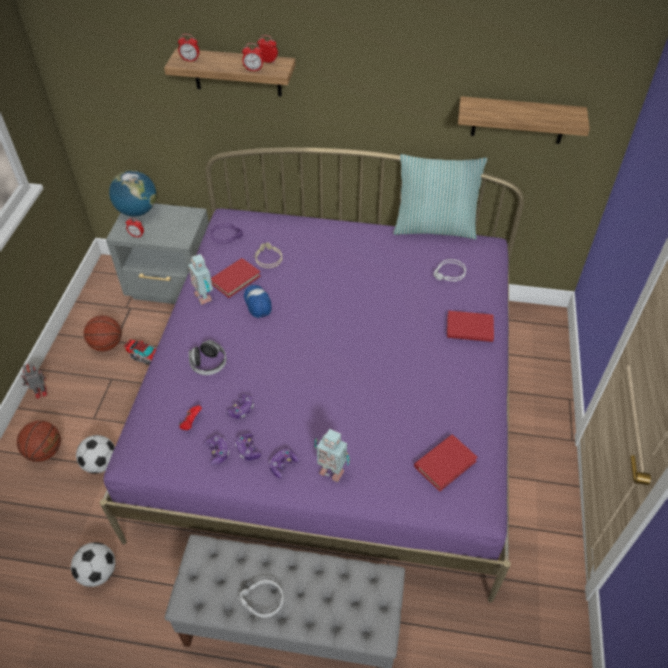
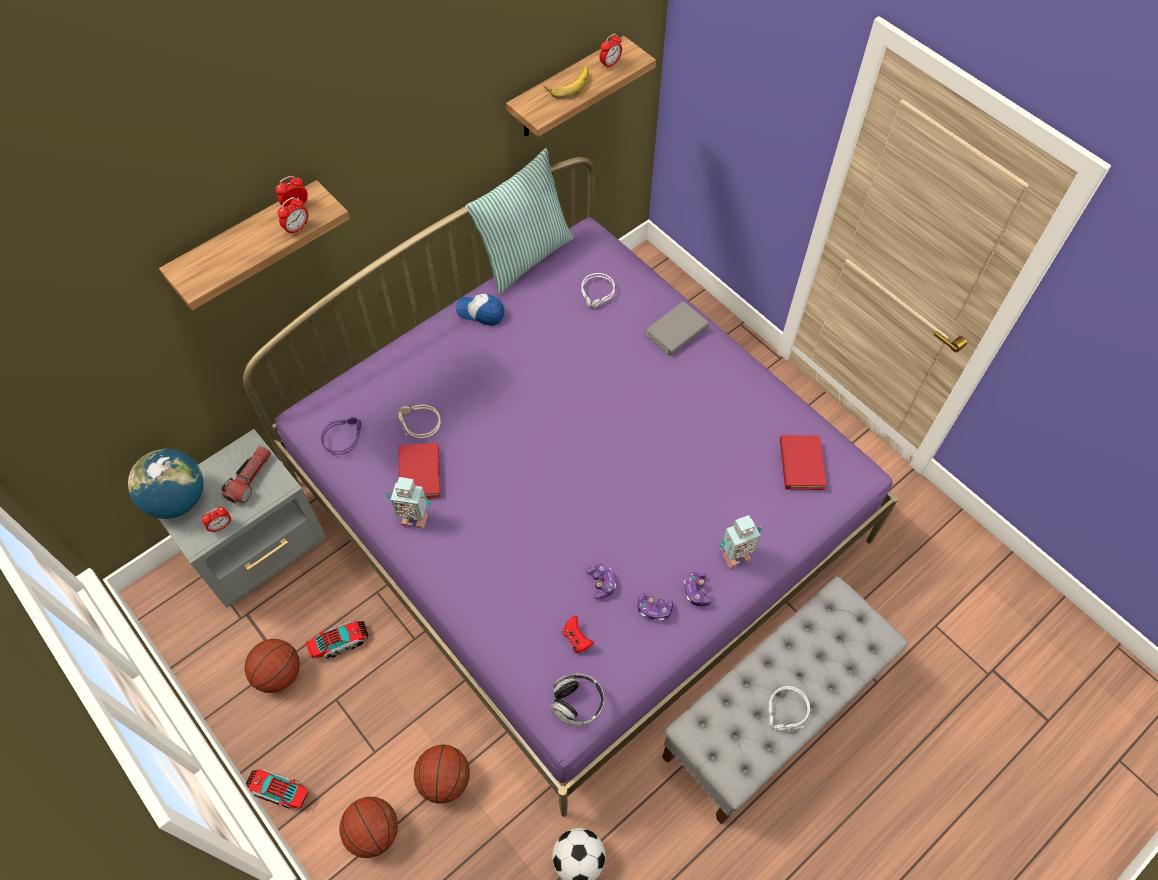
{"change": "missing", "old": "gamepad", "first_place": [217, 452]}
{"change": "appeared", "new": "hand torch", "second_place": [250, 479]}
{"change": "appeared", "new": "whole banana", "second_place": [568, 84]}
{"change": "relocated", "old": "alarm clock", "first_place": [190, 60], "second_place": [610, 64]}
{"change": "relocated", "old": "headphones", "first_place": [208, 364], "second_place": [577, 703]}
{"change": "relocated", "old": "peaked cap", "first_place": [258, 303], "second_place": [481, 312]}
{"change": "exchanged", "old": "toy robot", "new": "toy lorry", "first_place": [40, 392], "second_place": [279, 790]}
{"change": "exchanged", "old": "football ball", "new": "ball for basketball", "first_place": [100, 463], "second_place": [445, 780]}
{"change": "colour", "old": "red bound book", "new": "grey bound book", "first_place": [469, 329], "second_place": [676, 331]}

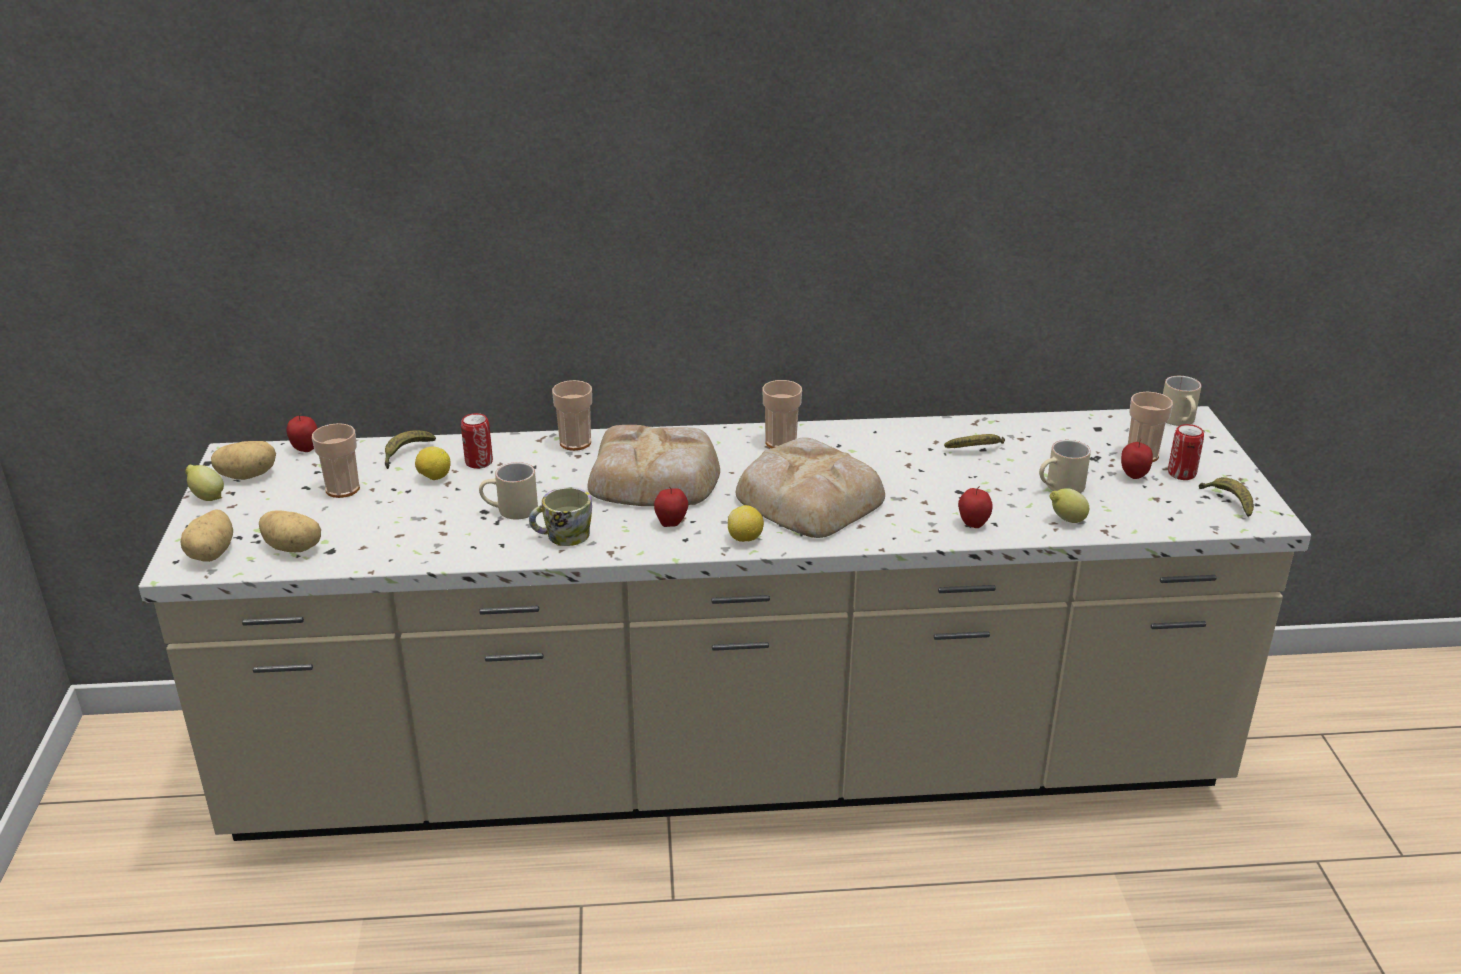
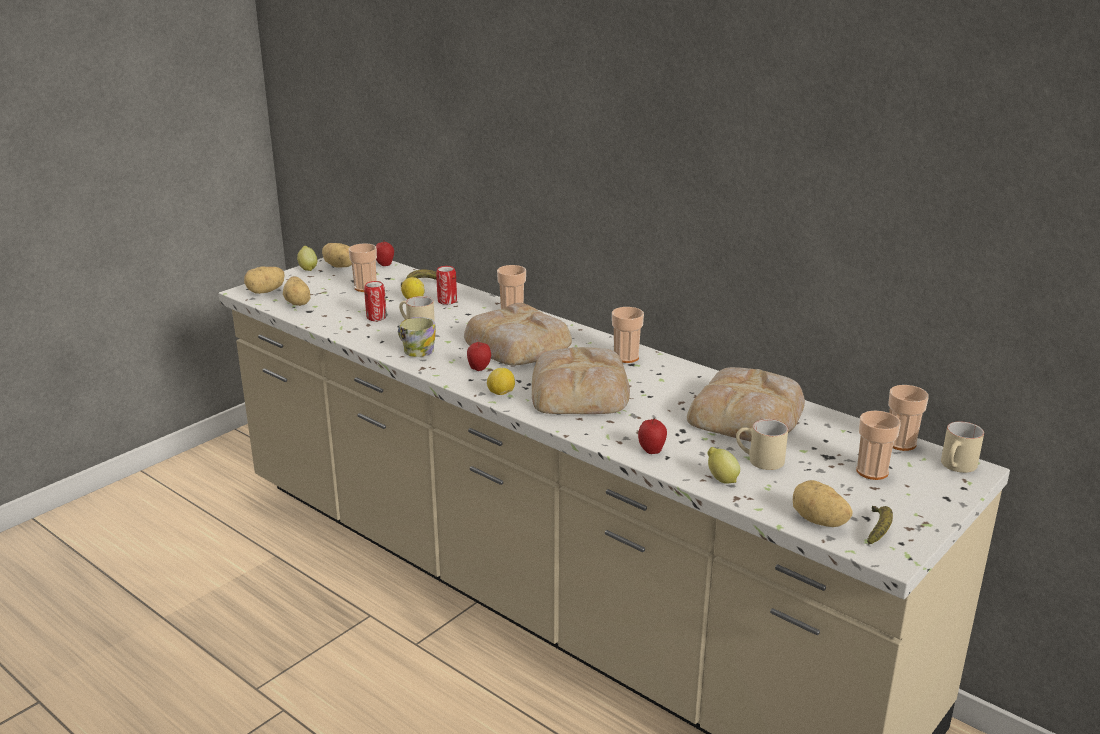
{"change": "missing", "old": "whole apple", "first_place": [1133, 476]}
{"change": "appeared", "new": "spud", "second_place": [819, 521]}
{"change": "appeared", "new": "cup", "second_place": [900, 443]}
{"change": "relocated", "old": "sealed can", "first_place": [1181, 474], "second_place": [376, 317]}
{"change": "exchanged", "old": "whole banana", "new": "bakery bread", "first_place": [977, 450], "second_place": [747, 414]}

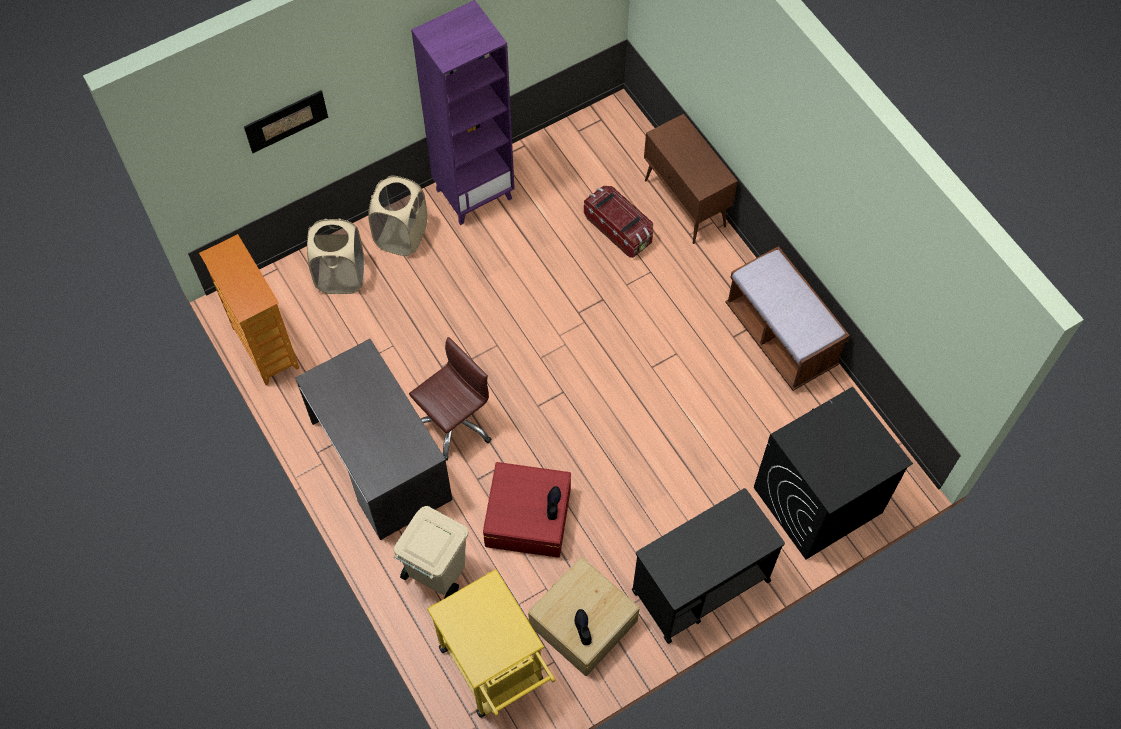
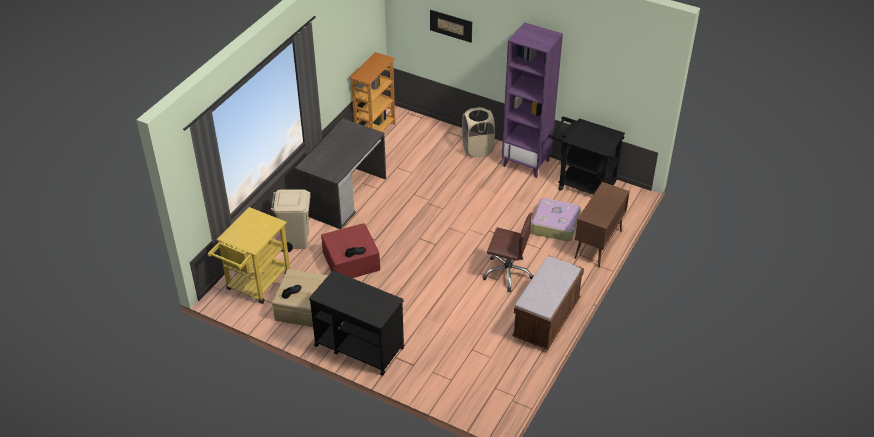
{"change": "missing", "old": "beige washing basket", "first_place": [341, 276]}
{"change": "missing", "old": "blackish laundry appliance", "first_place": [817, 501]}
{"change": "appeared", "new": "blackish cart", "second_place": [581, 184]}
{"change": "relocated", "old": "brown-coloured desk chair", "first_place": [454, 422], "second_place": [508, 273]}
{"change": "exchanged", "old": "storage bin", "new": "travel case", "first_place": [618, 229], "second_place": [555, 225]}

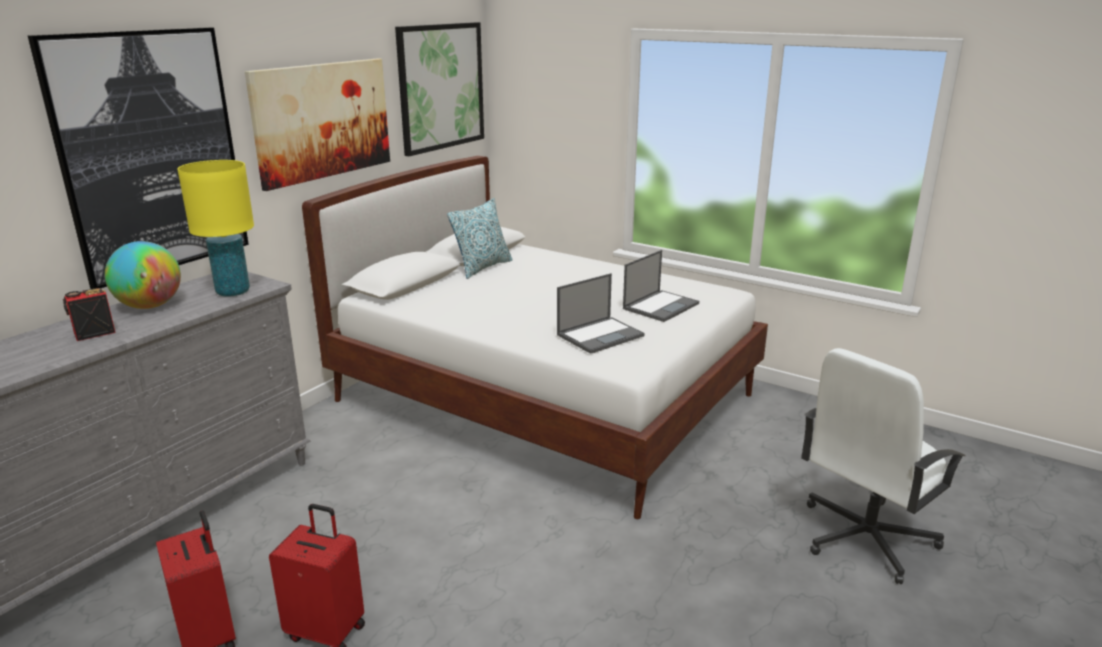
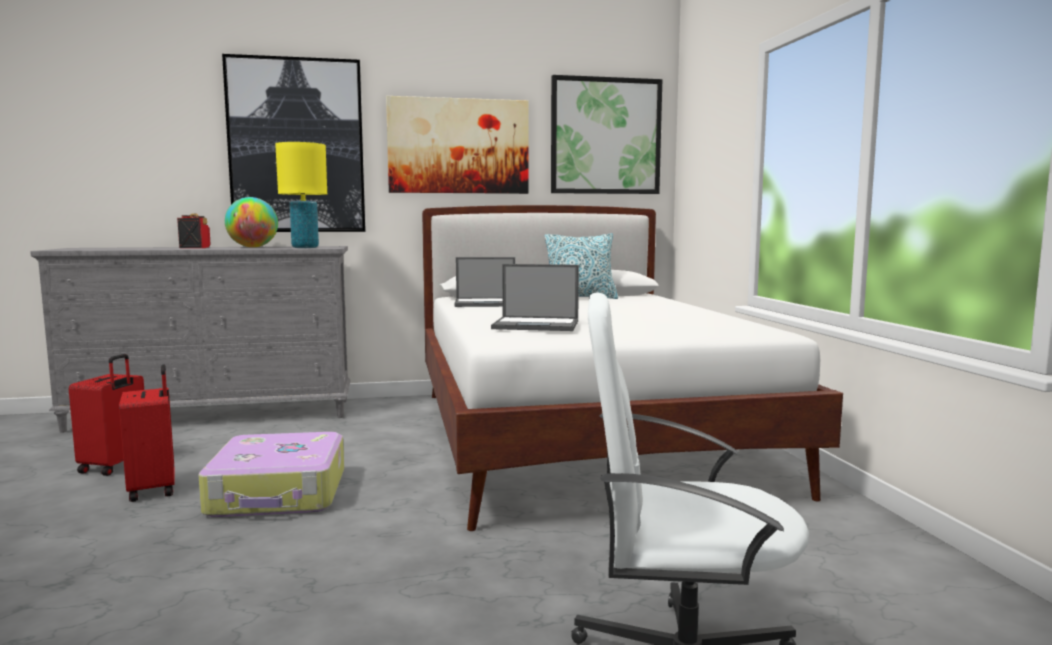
{"change": "appeared", "new": "travel case", "second_place": [279, 493]}
{"change": "relocated", "old": "portable computer", "first_place": [661, 306], "second_place": [486, 303]}

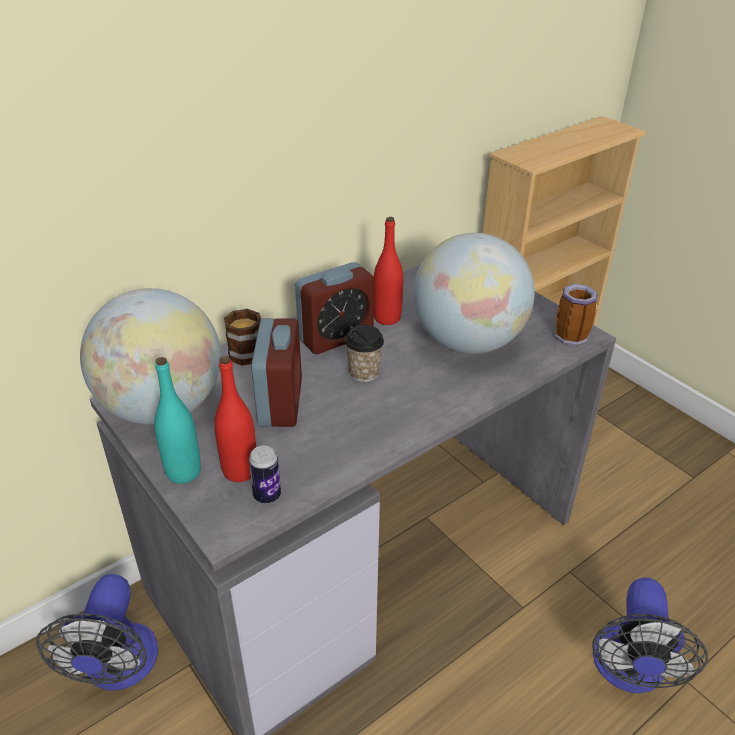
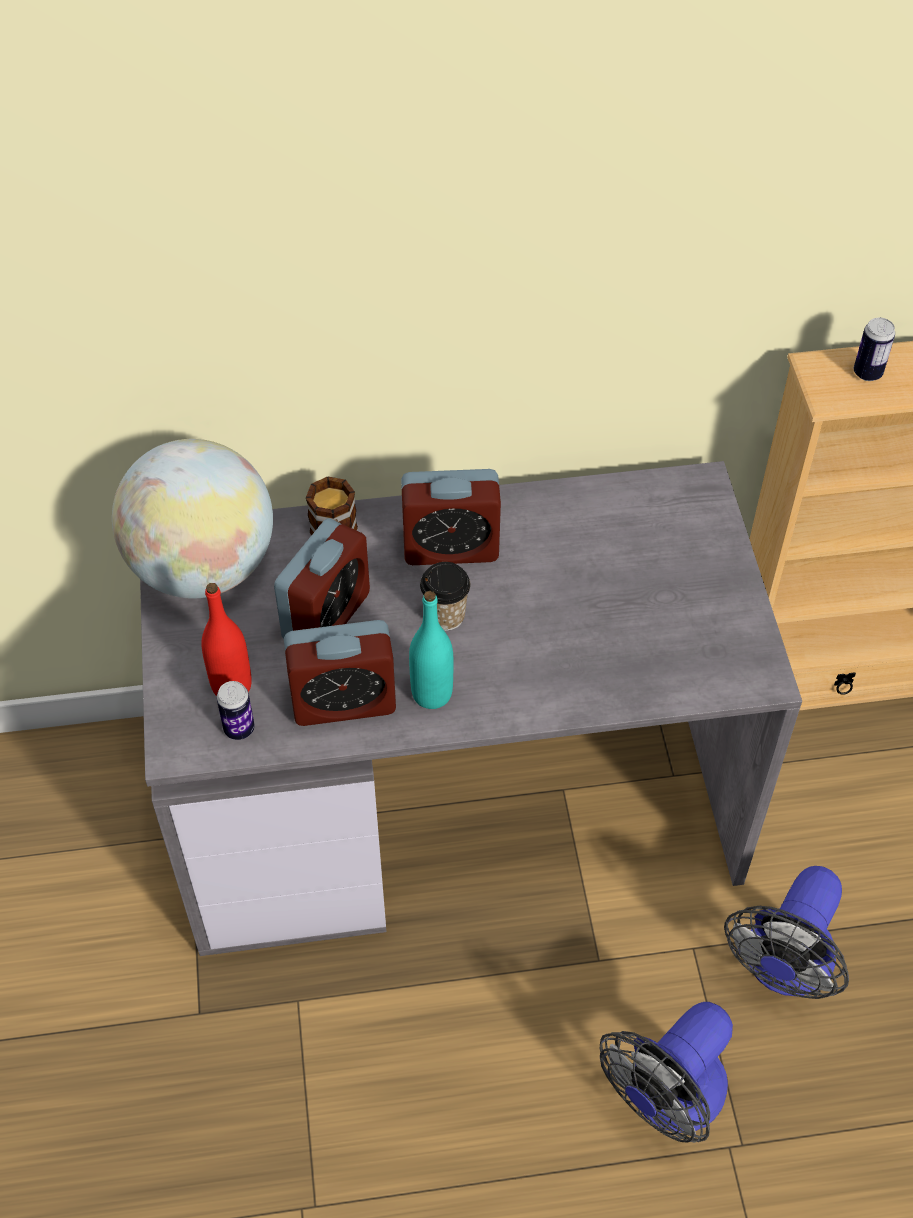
{"change": "missing", "old": "red beverage bottle", "first_place": [387, 318]}
{"change": "missing", "old": "world globe", "first_place": [468, 342]}
{"change": "missing", "old": "coffee mug", "first_place": [571, 334]}
{"change": "appeared", "new": "alarm clock", "second_place": [343, 702]}
{"change": "appeared", "new": "sealed can", "second_place": [867, 373]}
{"change": "relocated", "old": "electric fan", "first_place": [118, 669], "second_place": [783, 968]}
{"change": "relocated", "old": "blue-green beverage bottle", "first_place": [183, 472], "second_place": [432, 694]}

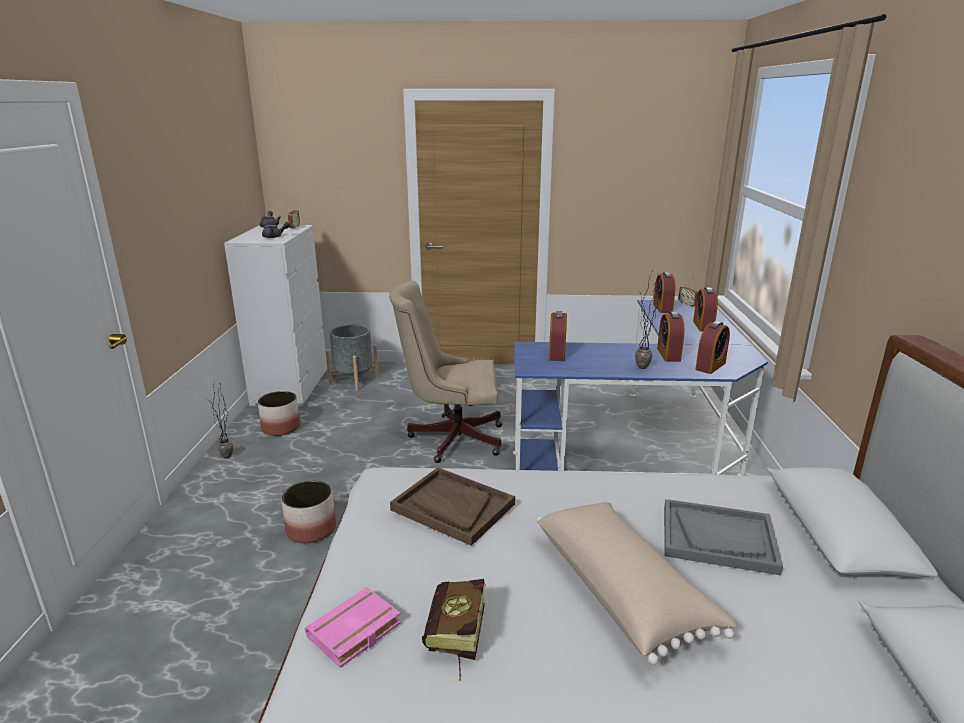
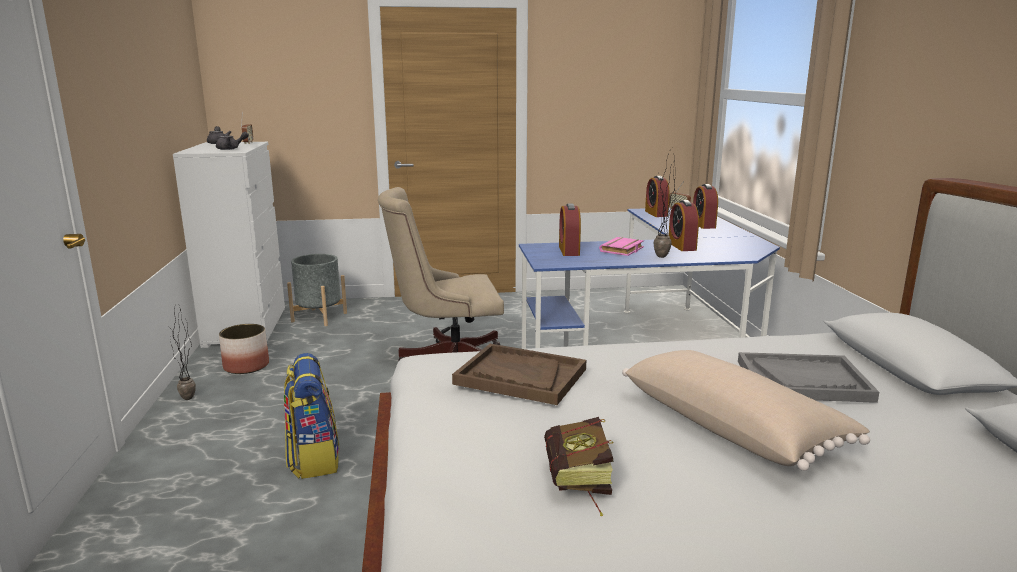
{"change": "missing", "old": "alarm clock", "first_place": [710, 366]}
{"change": "relocated", "old": "pink bound book", "first_place": [354, 633], "second_place": [622, 250]}
{"change": "exchanged", "old": "flower pot", "new": "knapsack", "first_place": [311, 529], "second_place": [313, 459]}

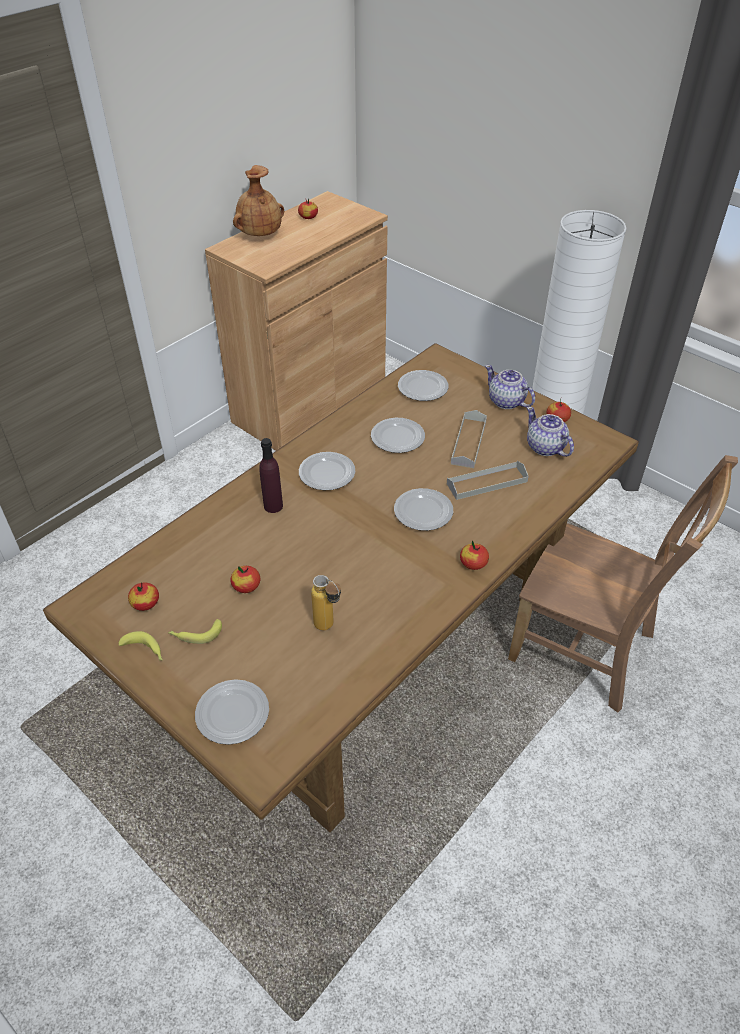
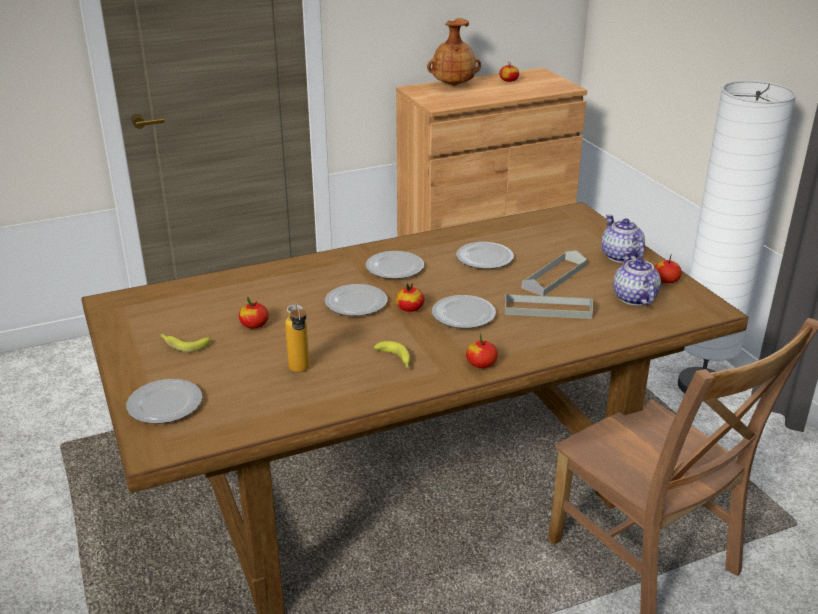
{"change": "missing", "old": "purple-coloured beverage bottle", "first_place": [273, 506]}
{"change": "relocated", "old": "whole banana", "first_place": [145, 651], "second_place": [395, 360]}
{"change": "relocated", "old": "whole apple", "first_place": [145, 603], "second_place": [410, 308]}
{"change": "relocated", "old": "flat dish", "first_place": [423, 388], "second_place": [355, 304]}

